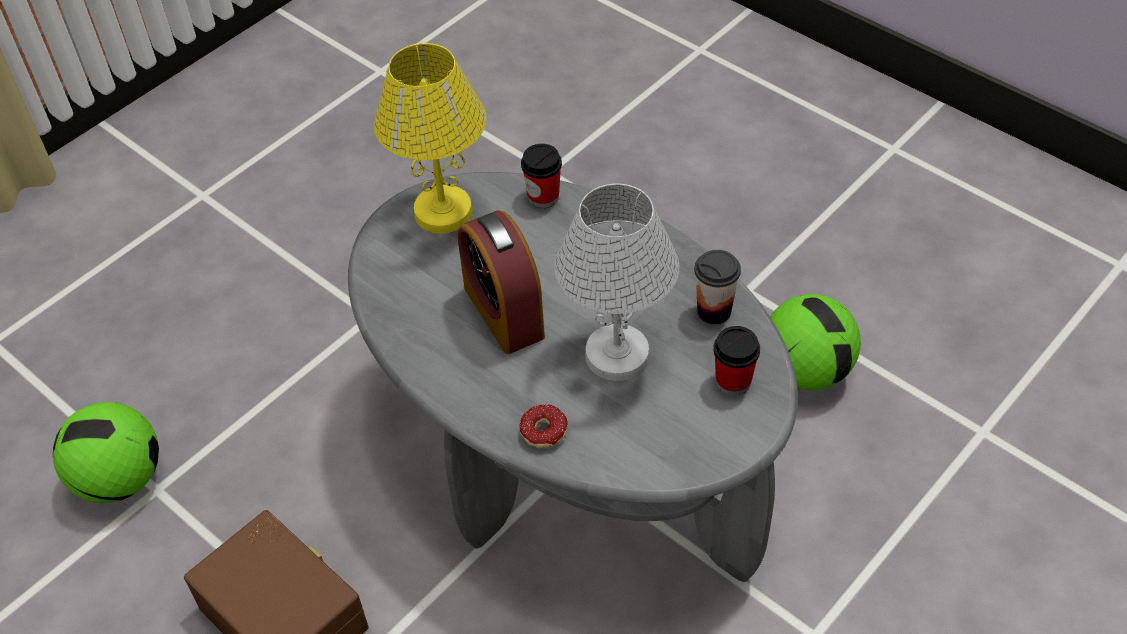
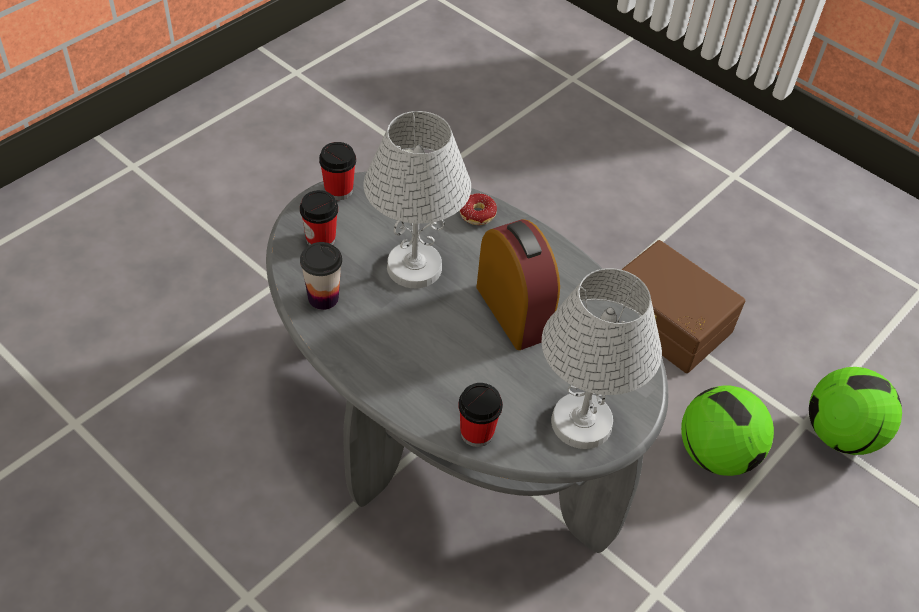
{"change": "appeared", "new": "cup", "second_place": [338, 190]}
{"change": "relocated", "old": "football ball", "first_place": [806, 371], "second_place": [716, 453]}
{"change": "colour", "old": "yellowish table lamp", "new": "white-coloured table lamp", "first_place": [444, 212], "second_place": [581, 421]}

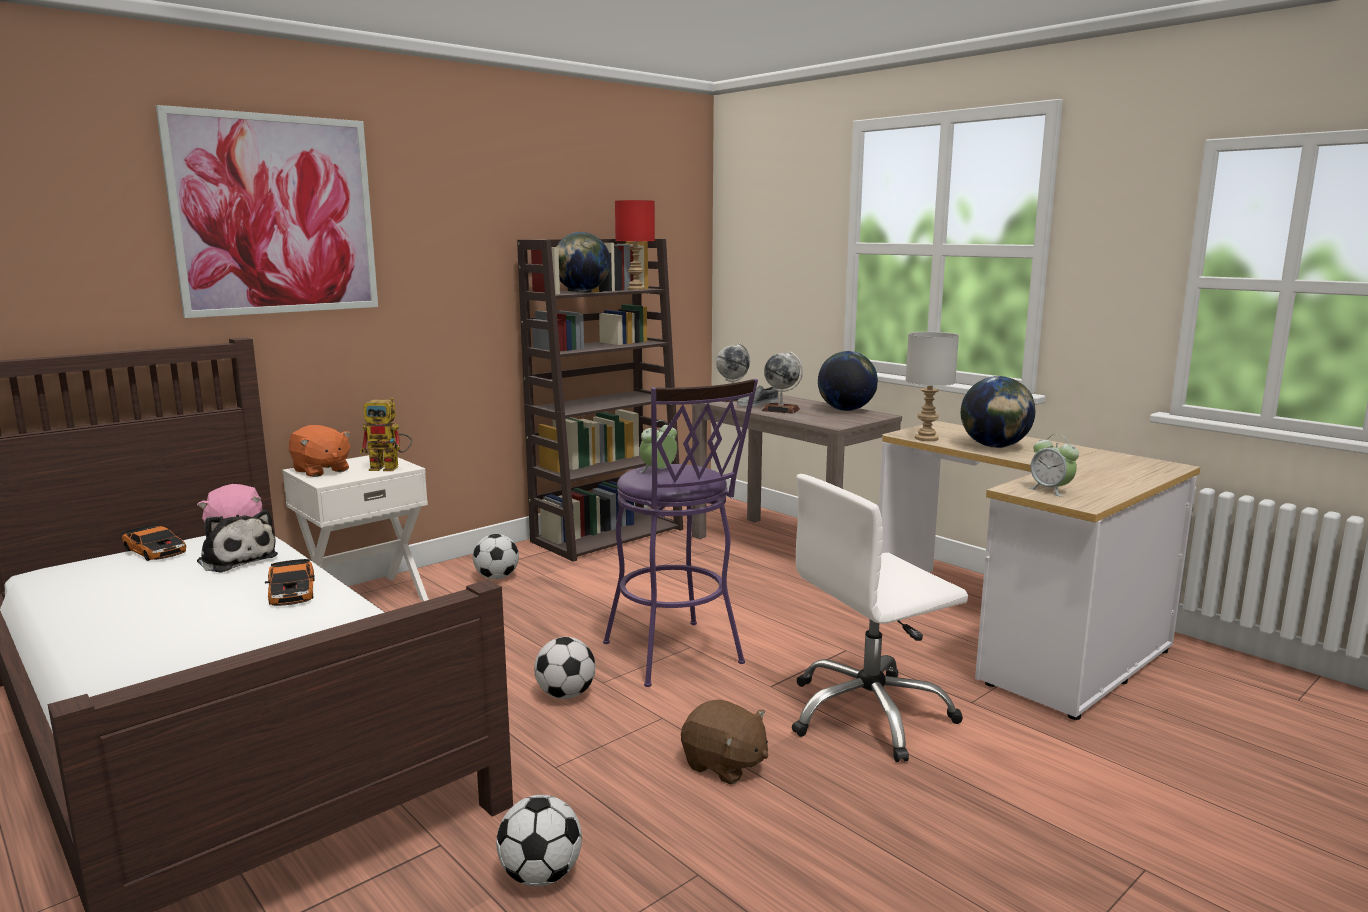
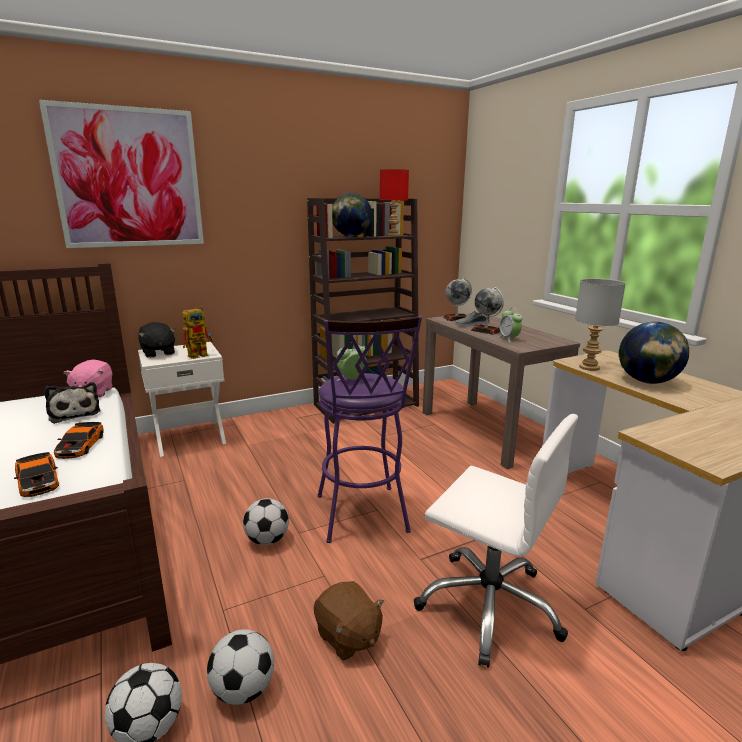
{"change": "missing", "old": "world globe", "first_place": [846, 410]}
{"change": "relocated", "old": "model car", "first_place": [157, 550], "second_place": [39, 481]}
{"change": "relocated", "old": "football ball", "first_place": [497, 577], "second_place": [243, 689]}
{"change": "relocated", "old": "alarm clock", "first_place": [1050, 490], "second_place": [509, 339]}
{"change": "colour", "old": "orangey plush toy", "new": "blackish plush toy", "first_place": [321, 470], "second_place": [158, 353]}
{"change": "spun", "old": "toy robot", "first_place": [391, 468], "second_place": [201, 354], "degrees": -60}
{"change": "spun", "old": "white-coloured desk chair", "first_place": [869, 714], "second_place": [489, 605], "degrees": -135}

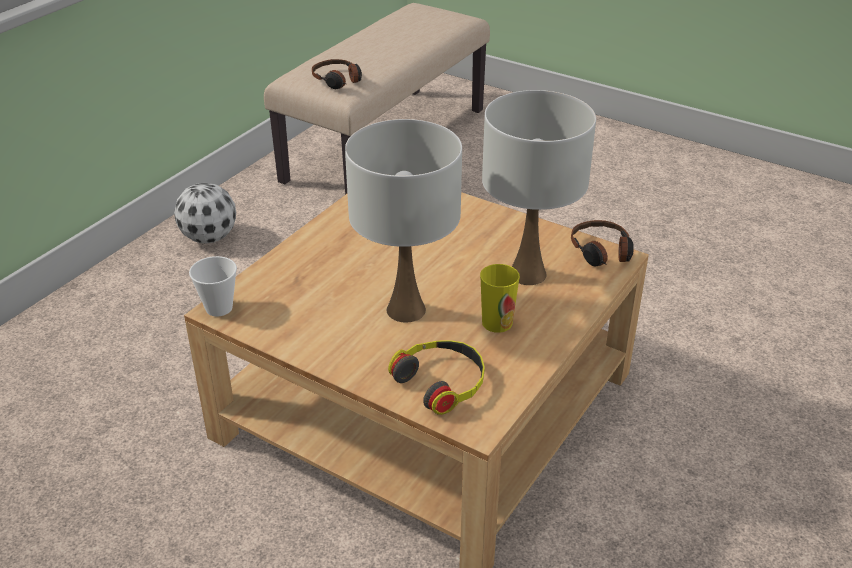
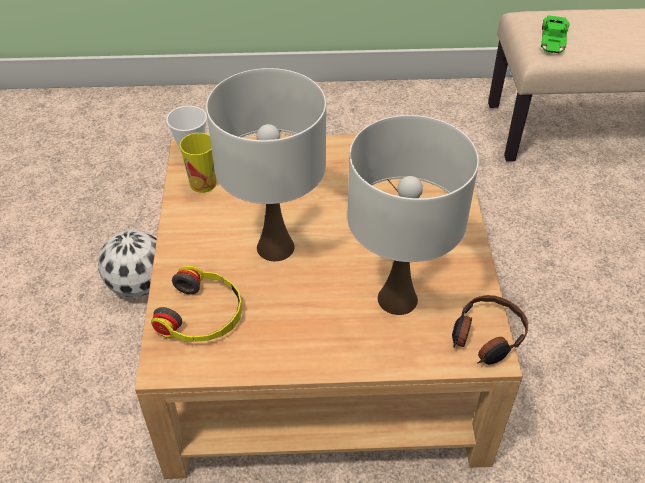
{"change": "relocated", "old": "football ball", "first_place": [209, 238], "second_place": [138, 286]}
{"change": "relocated", "old": "cup", "first_place": [497, 322], "second_place": [203, 183]}
{"change": "exchanged", "old": "headphones", "new": "greenish model car", "first_place": [338, 80], "second_place": [553, 40]}

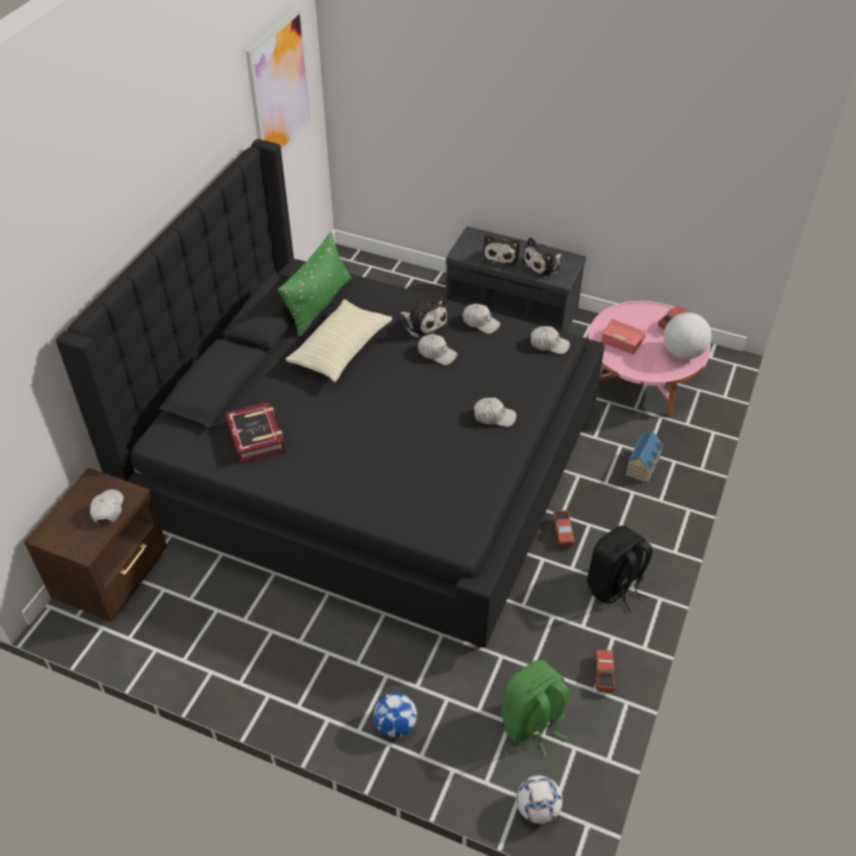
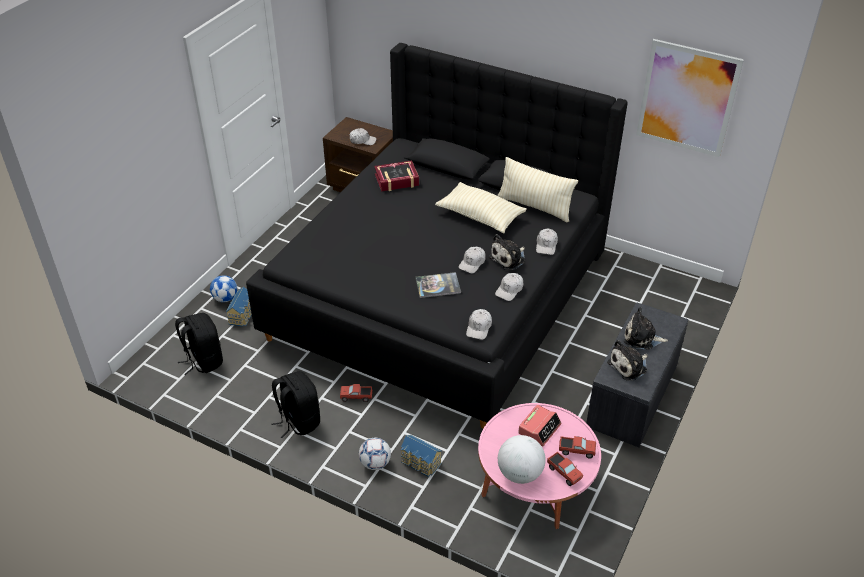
{"change": "appeared", "new": "toy house", "second_place": [243, 315]}
{"change": "appeared", "new": "bound book", "second_place": [438, 286]}
{"change": "relocated", "old": "white-coloured peaked cap", "first_place": [494, 416], "second_place": [546, 245]}
{"change": "relocated", "old": "football ball", "first_place": [537, 809], "second_place": [375, 463]}
{"change": "relocated", "old": "toy lorry", "first_place": [603, 675], "second_place": [576, 451]}
{"change": "colour", "old": "greenish pillow", "new": "beige pillow", "first_place": [319, 304], "second_place": [534, 207]}
{"change": "colour", "old": "greenish knapsack", "new": "blackish knapsack", "first_place": [533, 723], "second_place": [203, 360]}
{"change": "spun", "old": "plush toy", "first_place": [543, 265], "second_place": [629, 366], "degrees": -90}

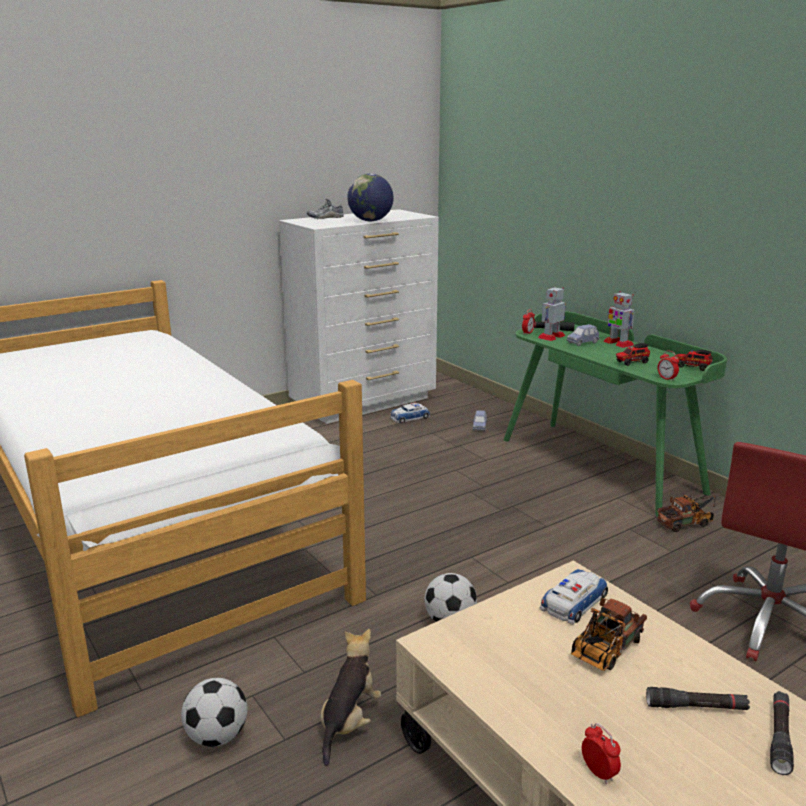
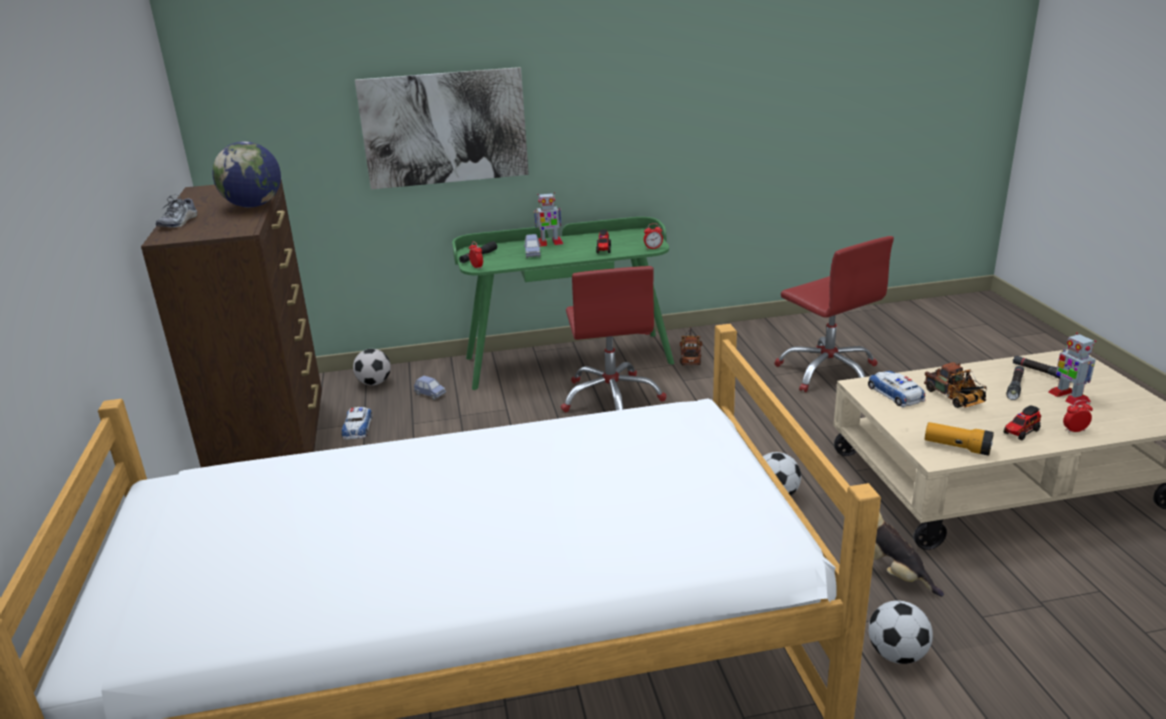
{"change": "appeared", "new": "football ball", "second_place": [374, 383]}
{"change": "appeared", "new": "picture", "second_place": [444, 128]}
{"change": "appeared", "new": "red desk chair", "second_place": [612, 398]}
{"change": "appeared", "new": "hand torch", "second_place": [957, 447]}
{"change": "relocated", "old": "toy robot", "first_place": [551, 337], "second_place": [1068, 397]}
{"change": "relocated", "old": "toy lorry", "first_place": [692, 367], "second_place": [1020, 432]}
{"change": "colour", "old": "white-coloured dresser", "new": "brown-coloured dresser", "first_place": [365, 402], "second_place": [275, 447]}

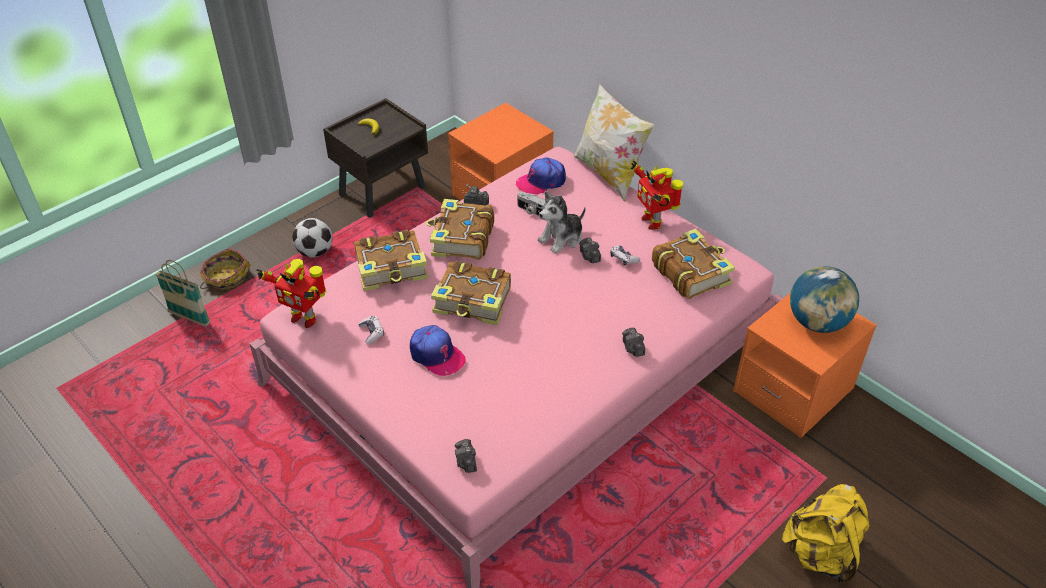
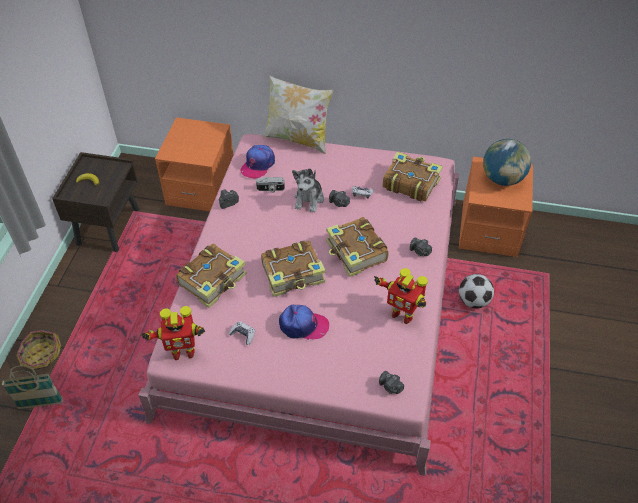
{"change": "missing", "old": "yellowish knapsack", "first_place": [820, 553]}
{"change": "relocated", "old": "football ball", "first_place": [315, 252], "second_place": [473, 301]}
{"change": "relocated", "old": "bound book", "first_place": [461, 239], "second_place": [356, 253]}
{"change": "relocated", "old": "toy robot", "first_place": [652, 221], "second_place": [402, 314]}

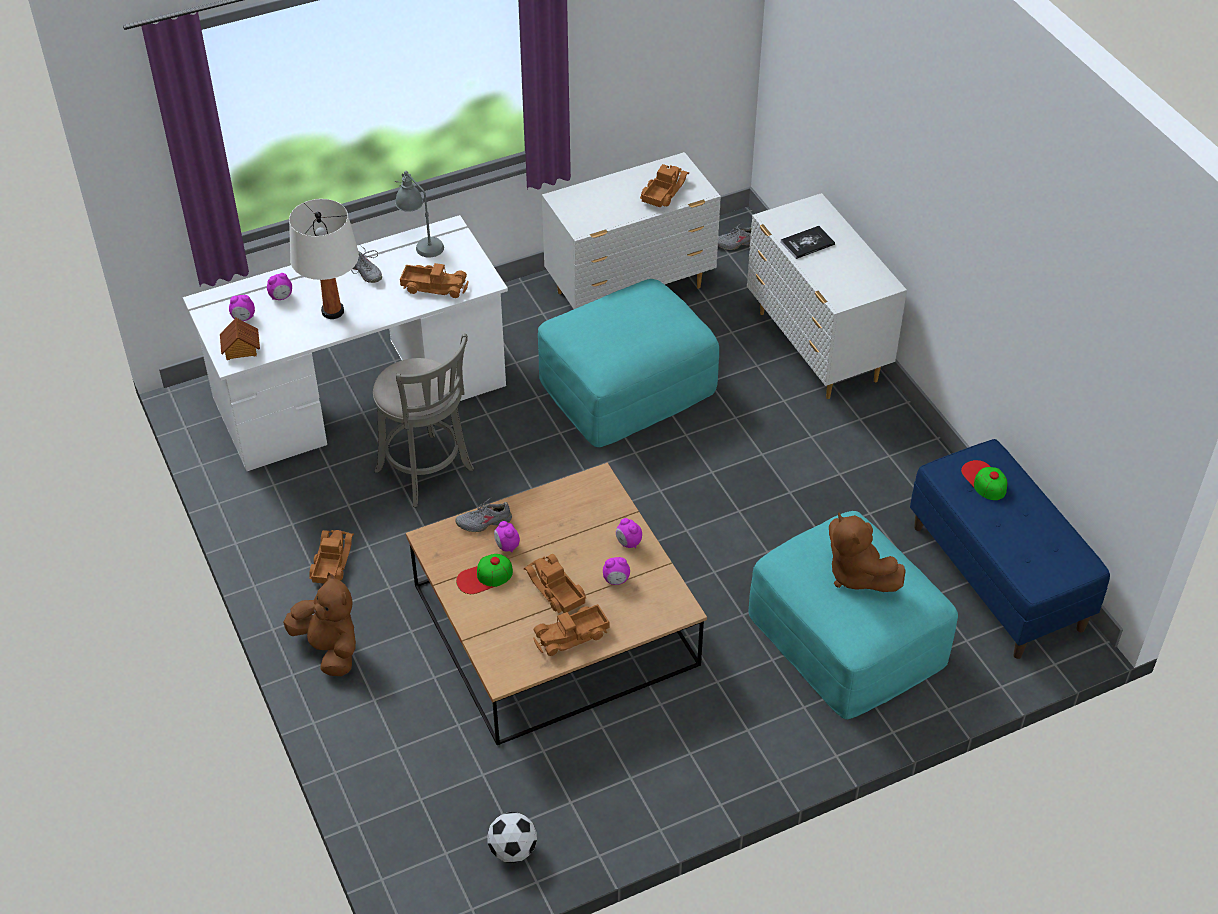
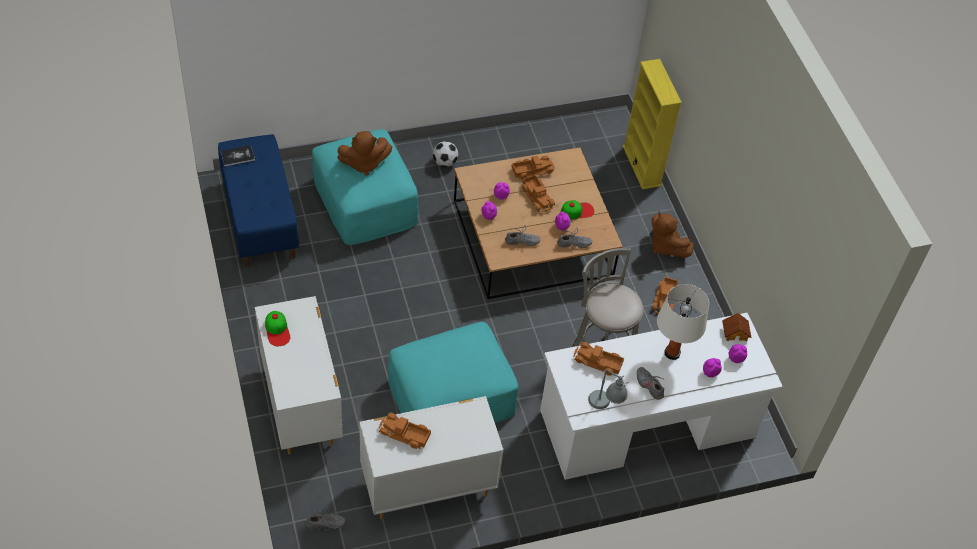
{"change": "appeared", "new": "grey item of footwear", "second_place": [522, 242]}
{"change": "appeared", "new": "yellowish bookcase", "second_place": [641, 166]}
{"change": "relocated", "old": "football ball", "first_place": [513, 850], "second_place": [445, 162]}
{"change": "relocated", "old": "bound book", "first_place": [807, 243], "second_place": [237, 156]}
{"change": "relocated", "old": "peaked cap", "first_place": [984, 480], "second_place": [277, 330]}
{"change": "spun", "old": "toy lorry", "first_place": [663, 191], "second_place": [404, 434], "degrees": 75}
{"change": "spun", "old": "brown-coloured plush toy", "first_place": [856, 574], "second_place": [364, 163], "degrees": 105}

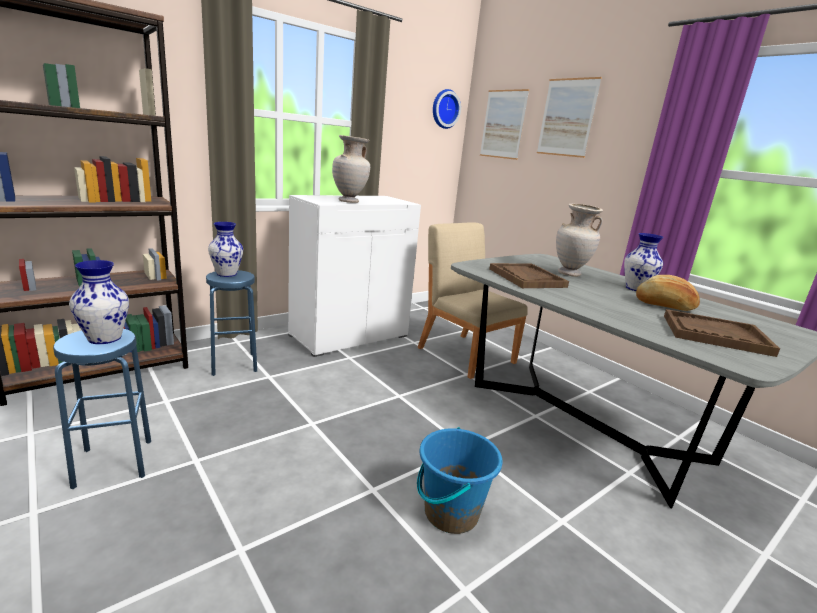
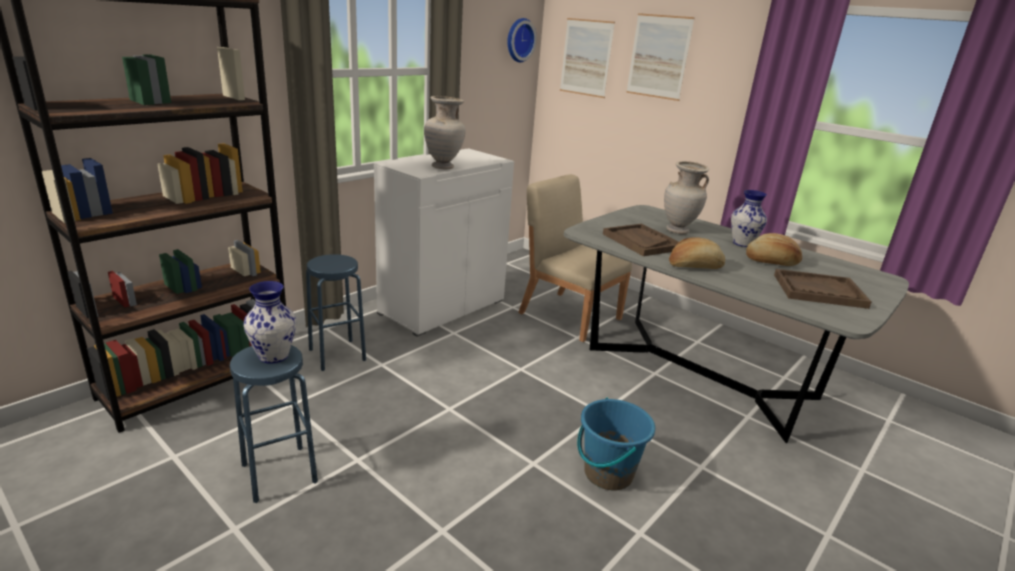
{"change": "missing", "old": "flower vase", "first_place": [226, 274]}
{"change": "appeared", "new": "bakery bread", "second_place": [694, 267]}

